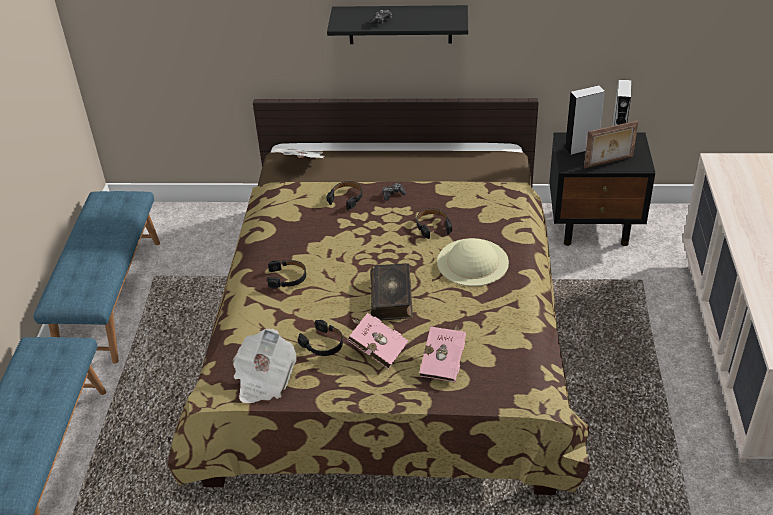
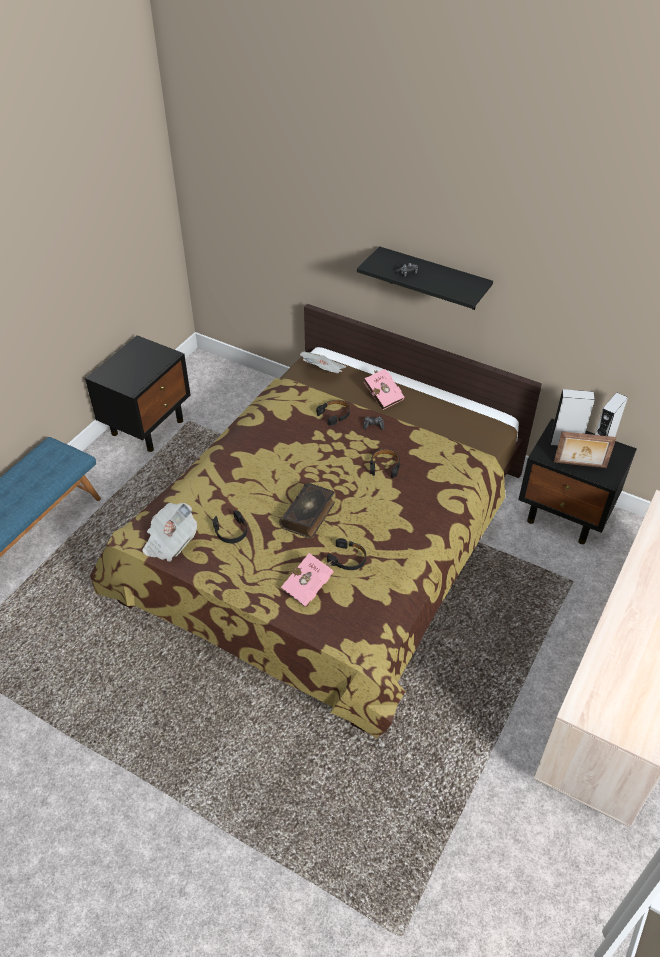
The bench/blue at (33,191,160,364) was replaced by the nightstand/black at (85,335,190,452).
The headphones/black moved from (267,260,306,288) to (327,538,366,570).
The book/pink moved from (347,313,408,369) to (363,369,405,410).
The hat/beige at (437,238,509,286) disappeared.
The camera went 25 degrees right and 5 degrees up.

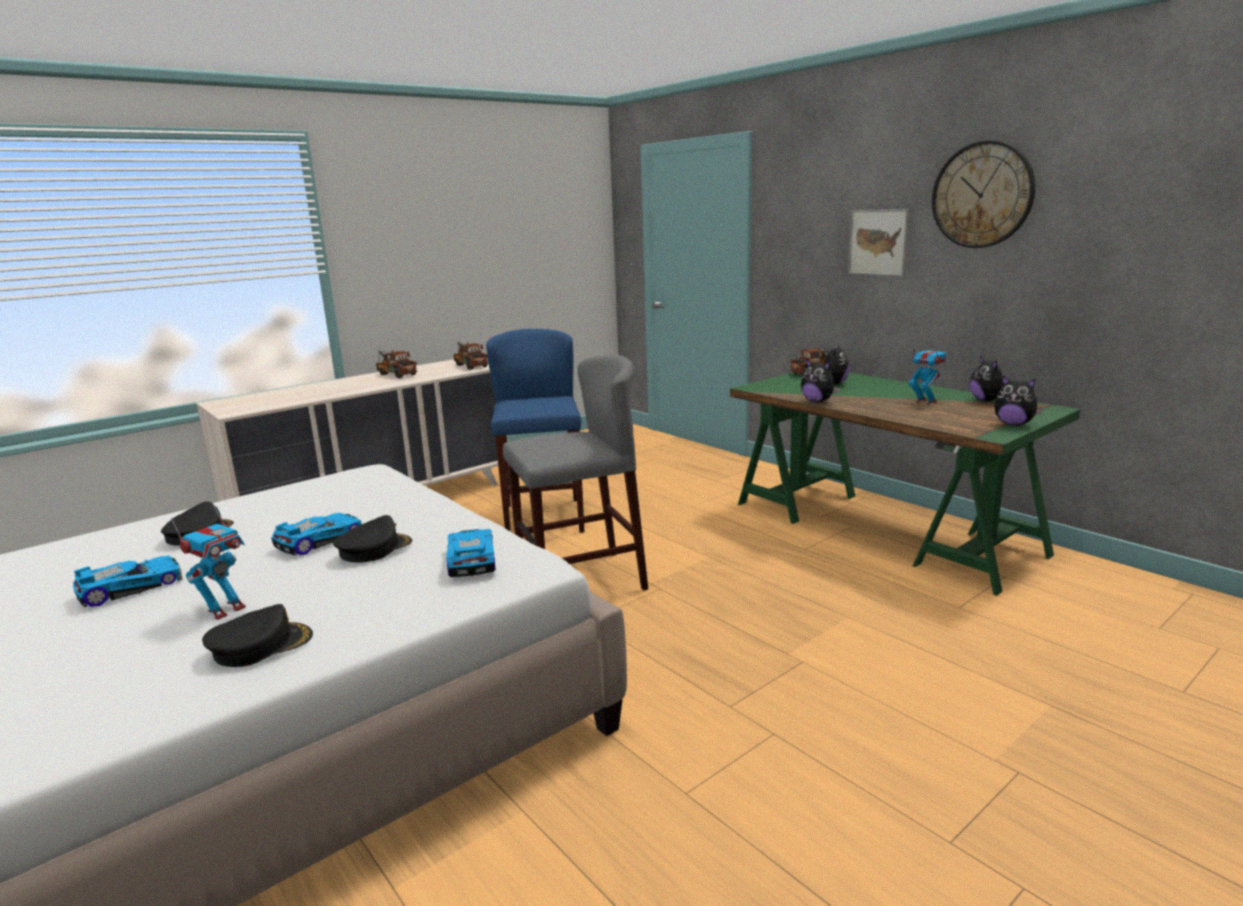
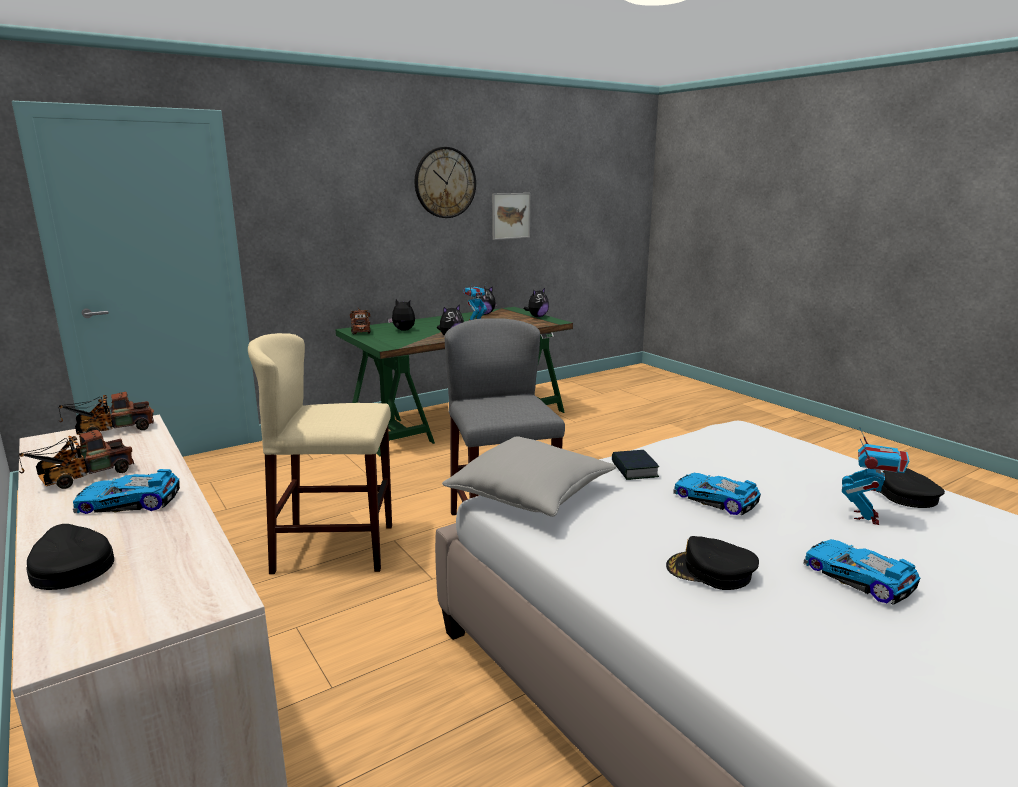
The toy robot at (171,504,246,620) turned 75 degrees clockwise.
The cap/black moved from (333,515,412,562) to (26,524,114,590).
The toy car moved from (446,529,496,577) to (73,469,180,514).
The stool/blue at (486,329,584,533) became the stool/beige at (248,333,392,574).
The picture moved from (848,209,909,276) to (492,193,530,240).
The pillow/grey at (442,436,616,517) appeared.
The book at (612,450,659,480) appeared.
The camera went 85 degrees left and 0 degrees up.

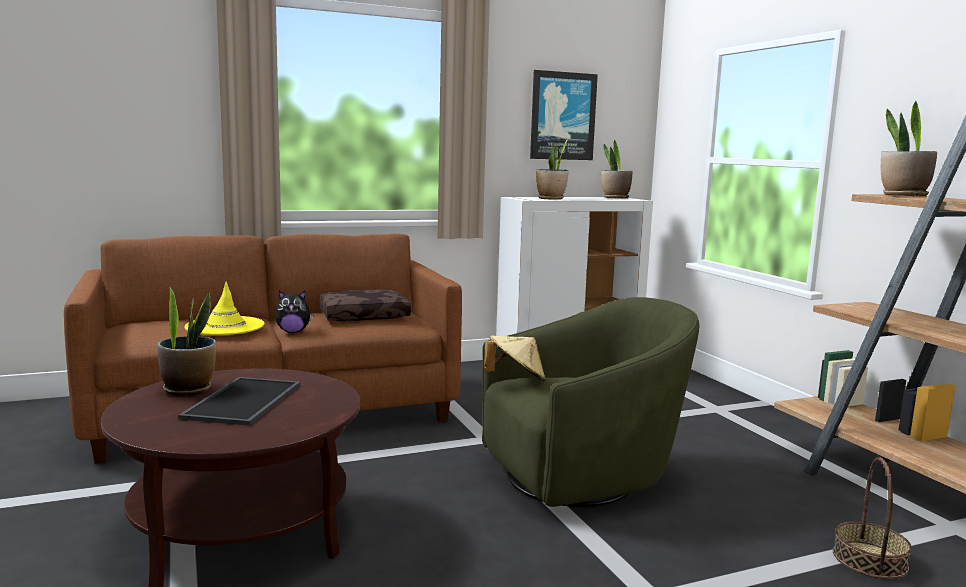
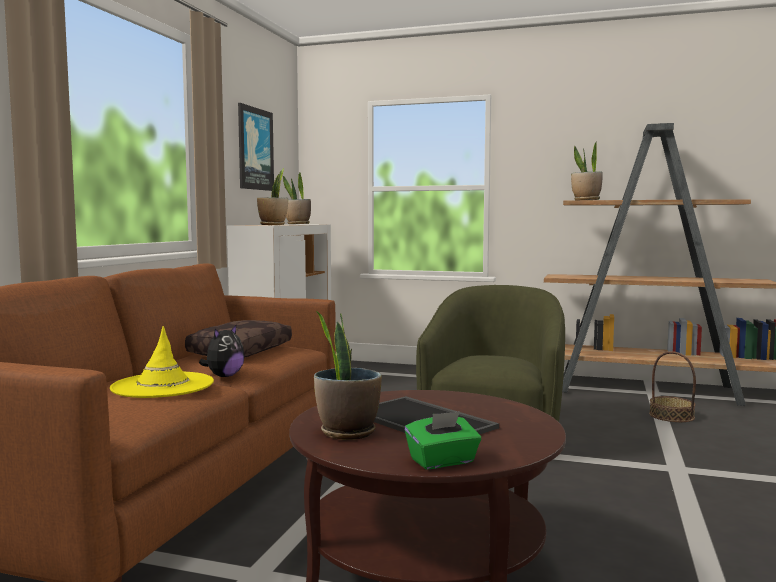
The hat/beige at (484,336,546,382) disappeared.
The tissue box/green at (405,411,481,469) appeared.
The camera went 50 degrees left and 5 degrees down.

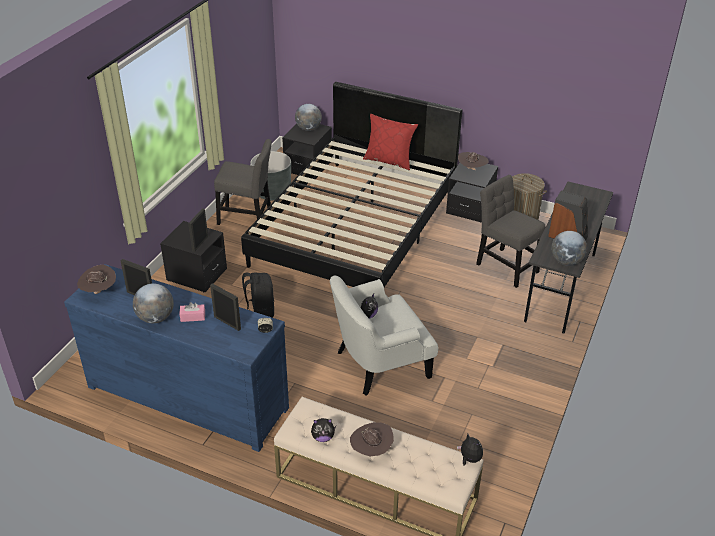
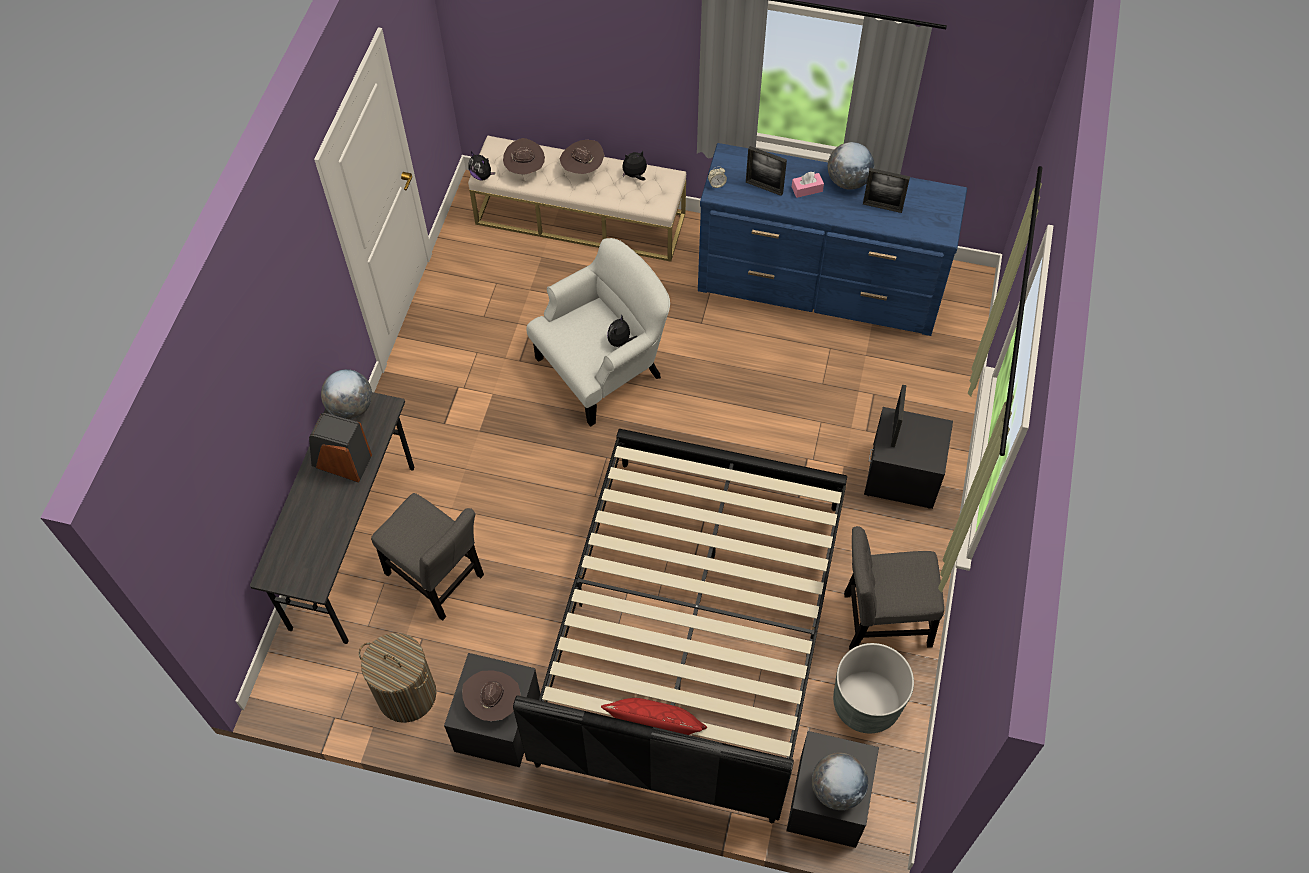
The hat/brown moved from (77,265,116,294) to (503,138,545,175).
The backpack/black at (242,272,274,318) disappeared.
The camera went 170 degrees right and 20 degrees up.

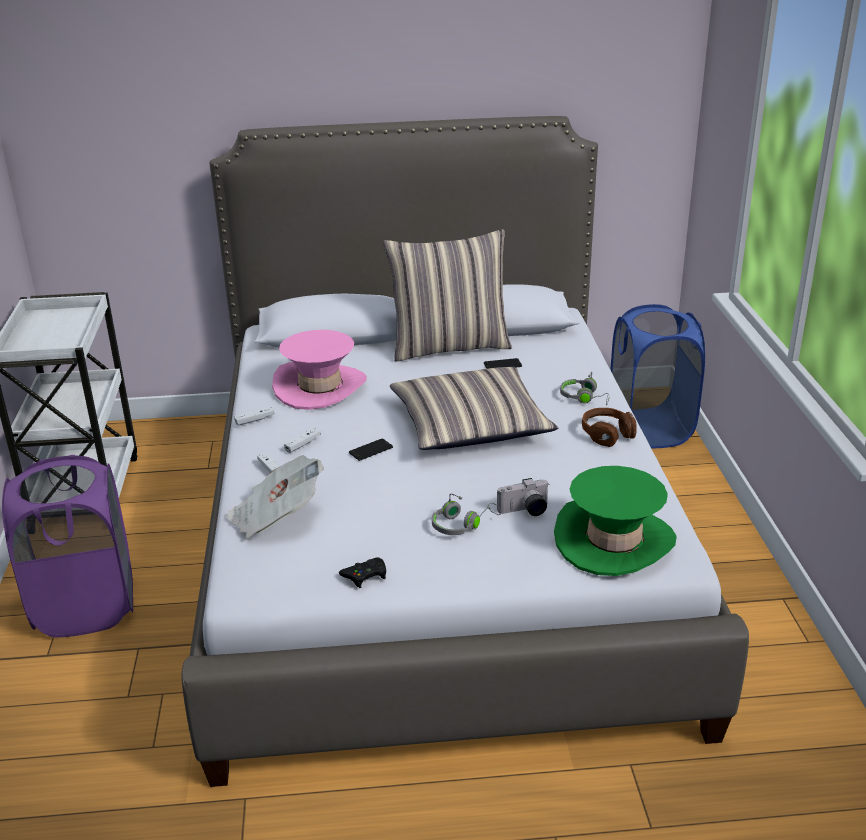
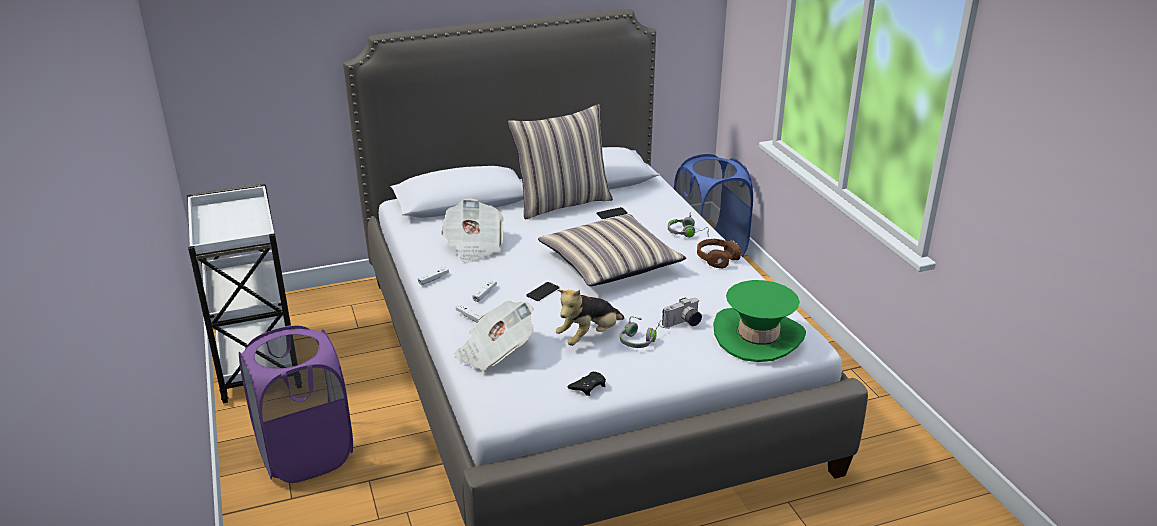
The hat/pink at (272,330,367,410) was replaced by the newspaper at (441,198,504,263).
The plush toy at (556,289,624,346) appeared.
The camera went 15 degrees left and 0 degrees up.

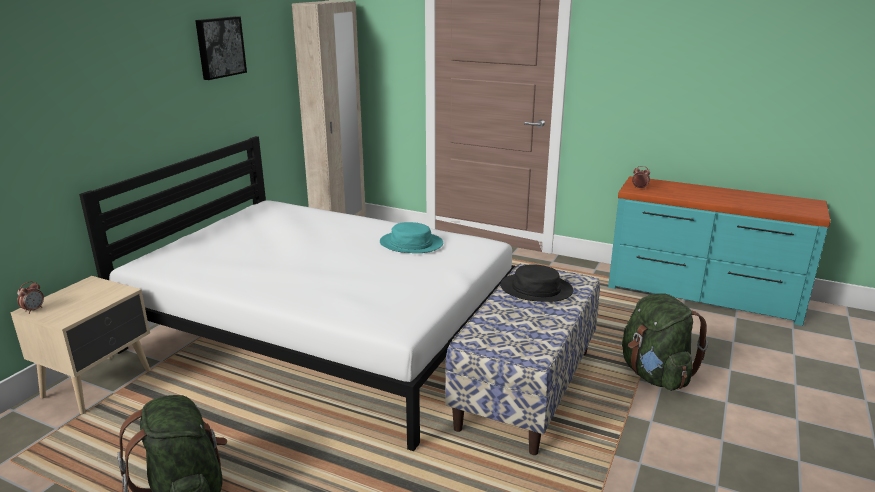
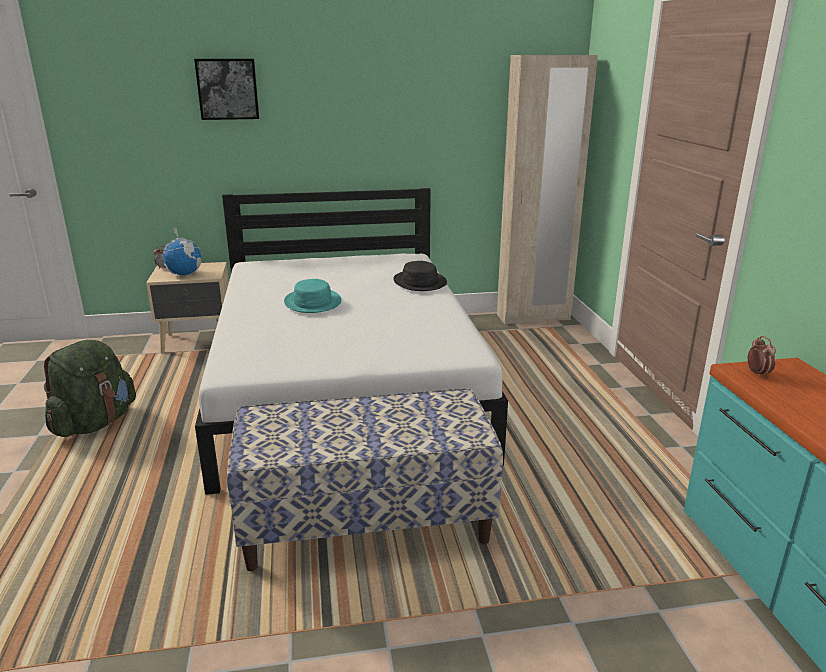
The picture moved from (195,16,247,80) to (194,59,259,120).
The hat/turquoise moved from (380,222,443,253) to (284,279,341,313).
The hat/black moved from (500,264,574,302) to (393,261,447,291).
The backpack/green at (622,293,708,391) disappeared.
The globe at (160,227,202,275) appeared.
The camera went 55 degrees right and 0 degrees up.

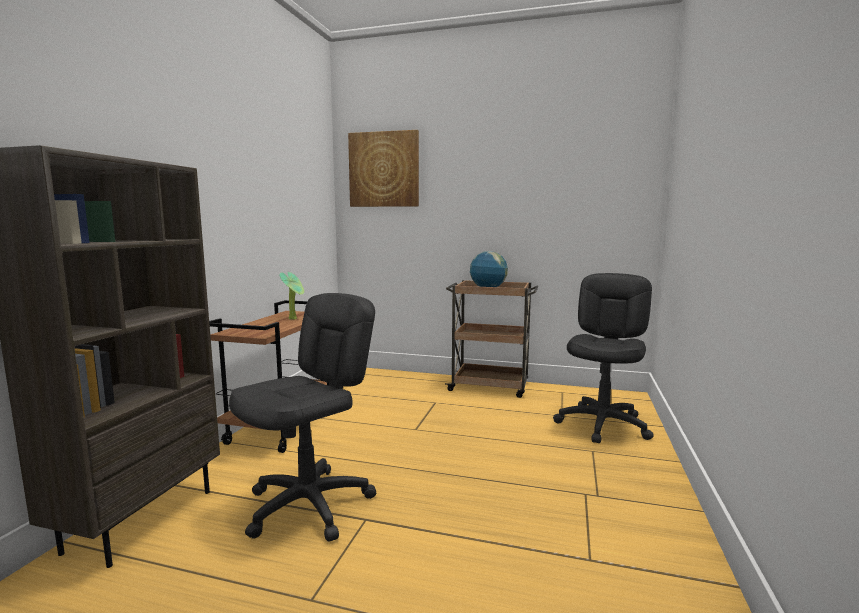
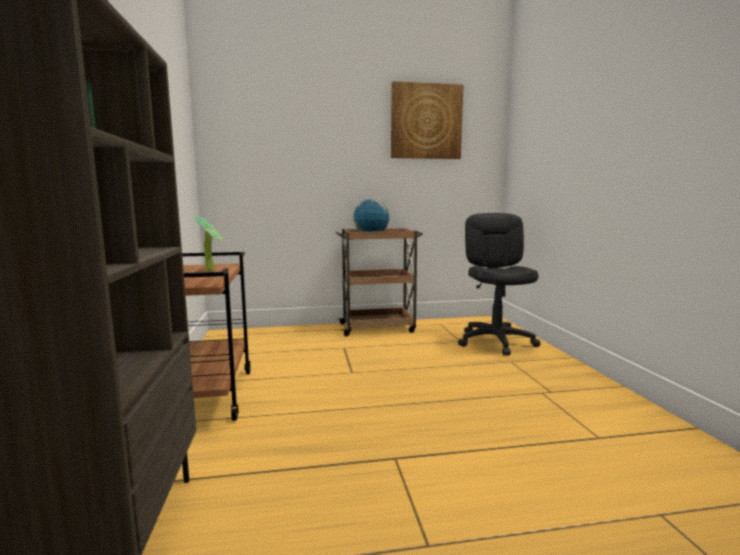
The office chair/black at (229,293,376,542) disappeared.
The picture moved from (348,130,419,207) to (391,81,463,159).
The camera went 25 degrees left and 0 degrees up.

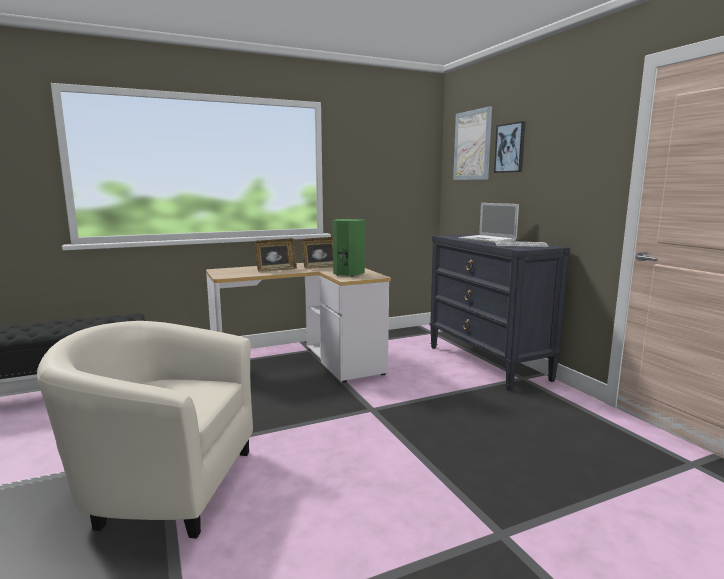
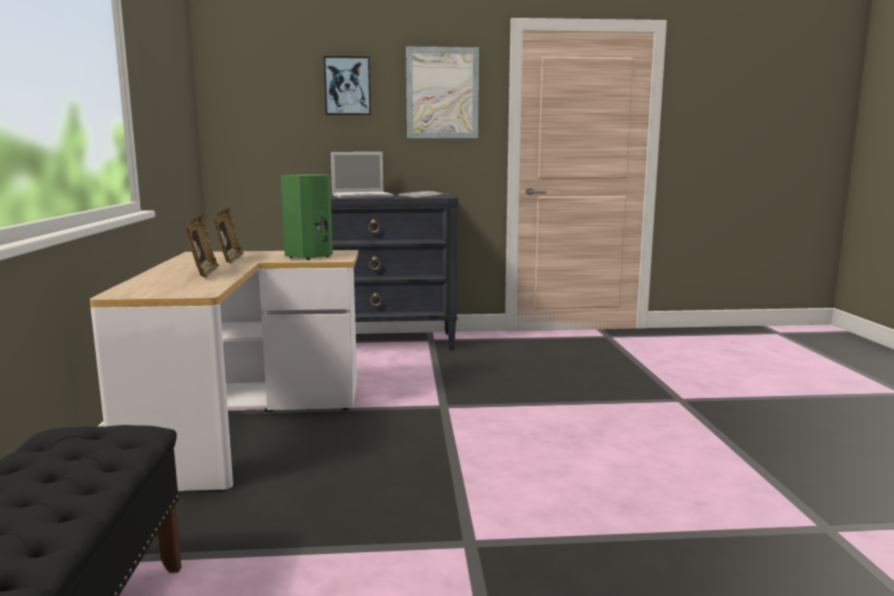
The armchair/beige at (37,321,253,539) disappeared.
The picture moved from (453,106,492,180) to (406,47,479,138).
The camera went 70 degrees left and 0 degrees up.

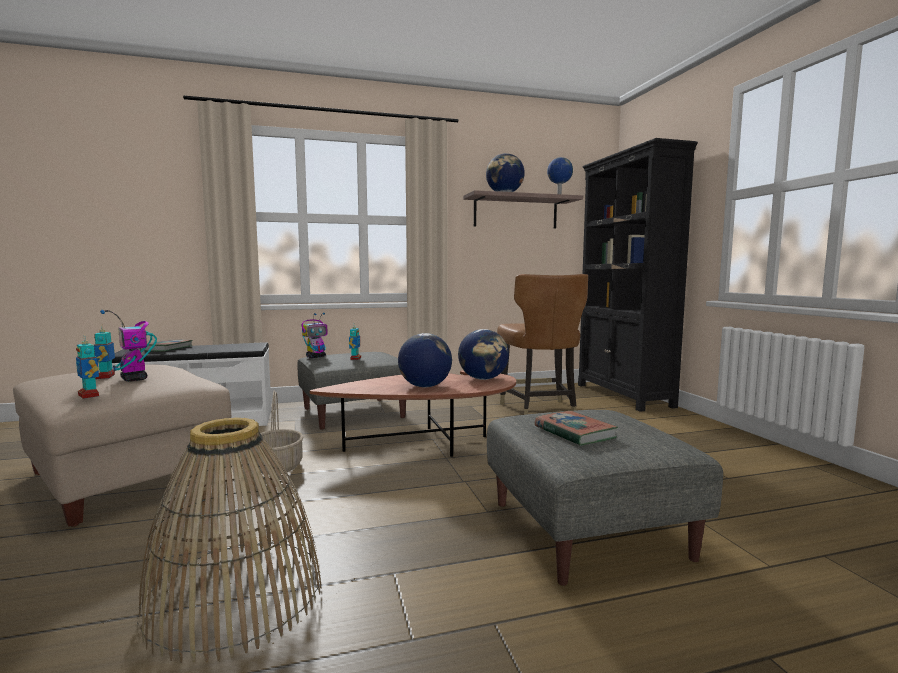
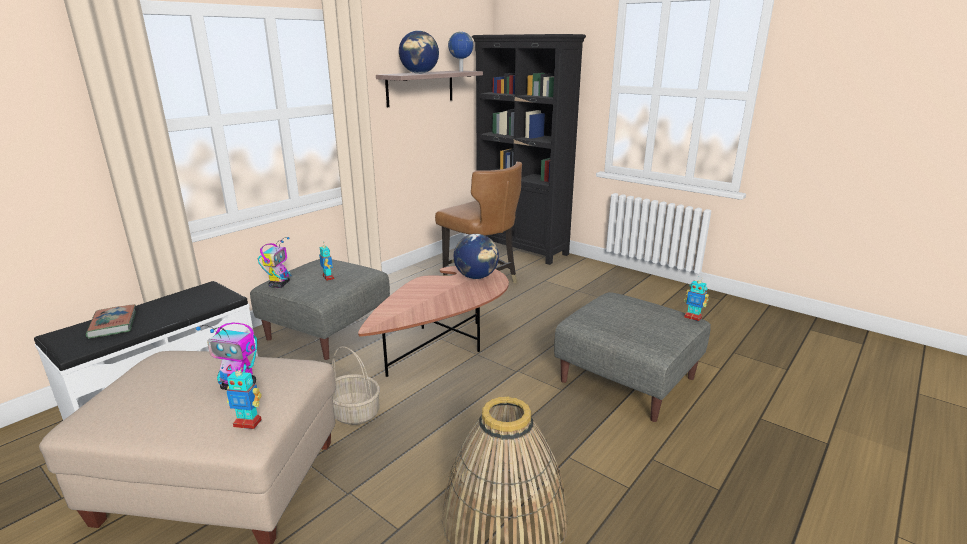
The toy robot moved from (94,324,115,379) to (684,276,709,321).
The globe at (398,333,452,388) disappeared.
The book at (535,411,618,446) disappeared.
The camera went 35 degrees left and 15 degrees up.

